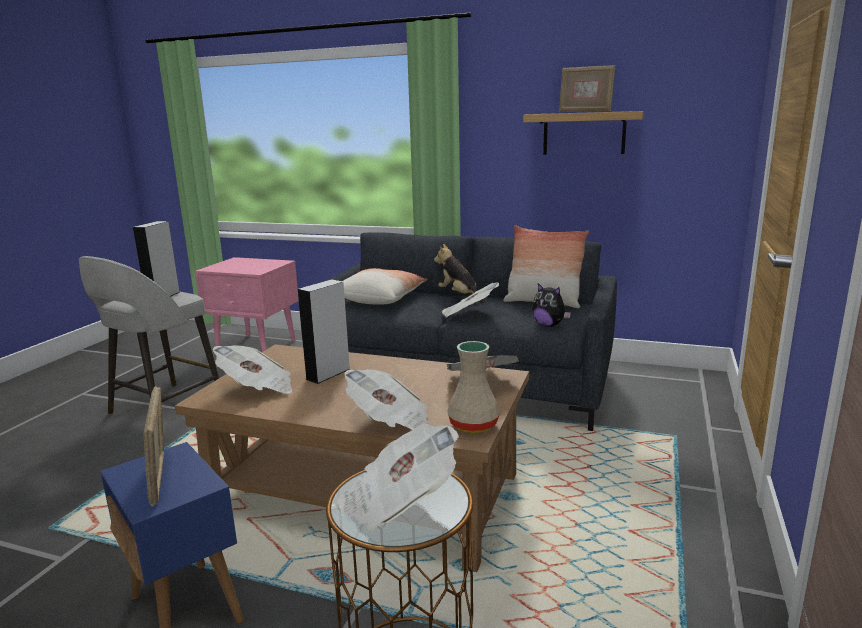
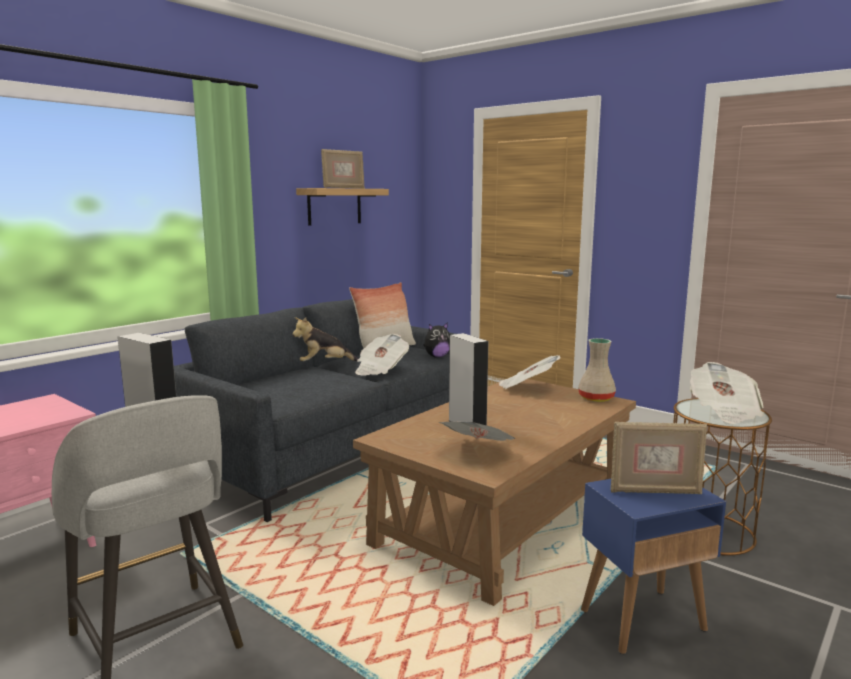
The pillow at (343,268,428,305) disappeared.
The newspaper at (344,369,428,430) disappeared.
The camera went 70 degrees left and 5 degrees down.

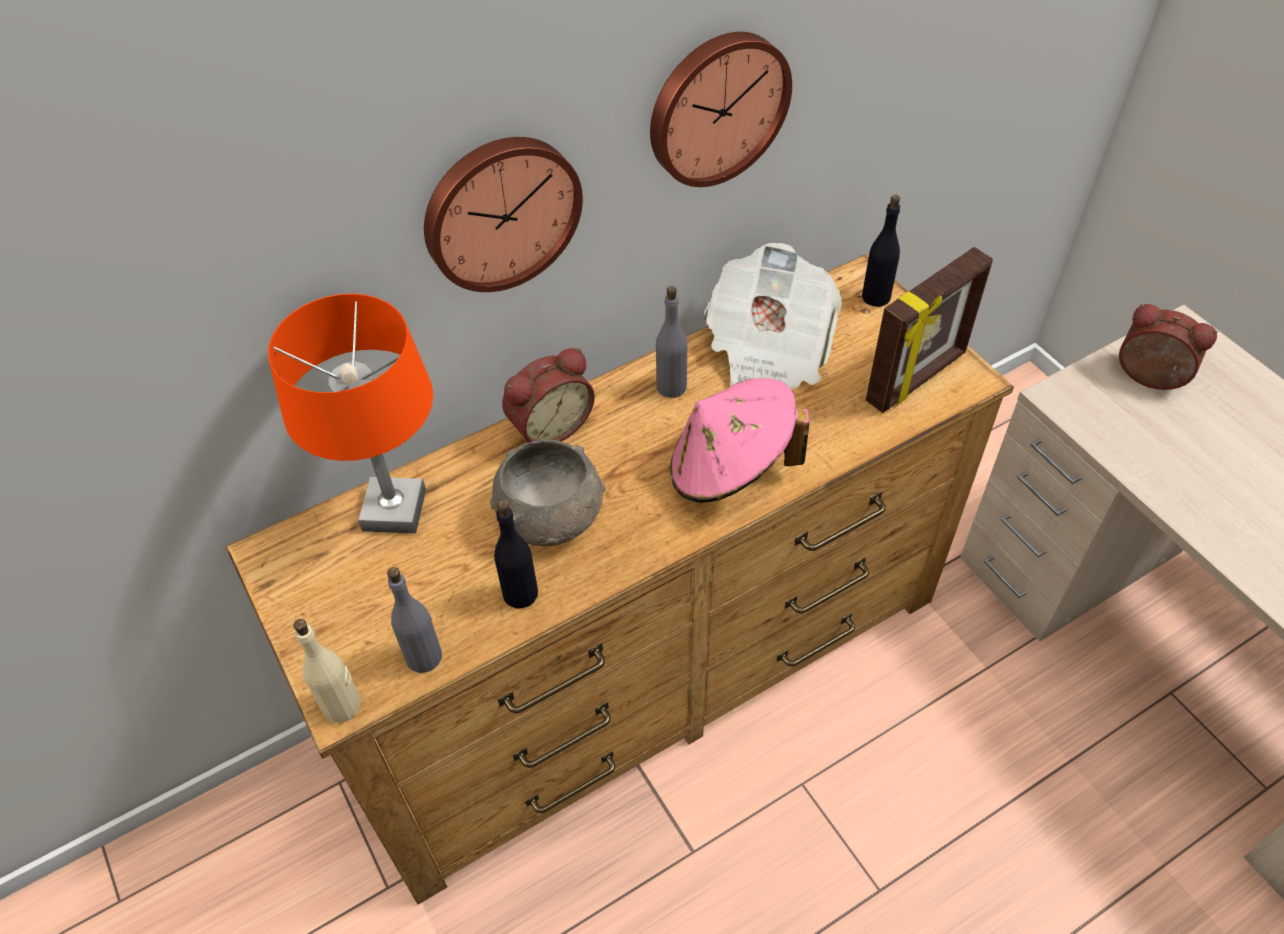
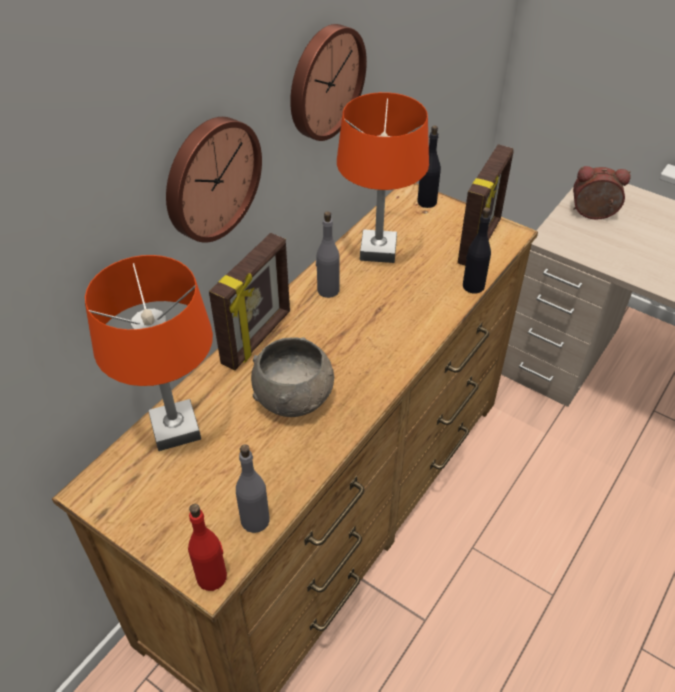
The bottle/beige at (293,619,361,722) became the bottle/red at (188,504,227,591).
The bottle/black moved from (494,500,538,609) to (463,207,491,293).
The alarm clock at (502,348,595,443) was replaced by the picture frame at (209,233,290,370).
The hat/pink at (670,378,809,502) disappeared.
The newspaper at (704,243,842,389) was replaced by the table lamp/orange at (337,92,429,263).
The camera went 25 degrees left and 5 degrees down.

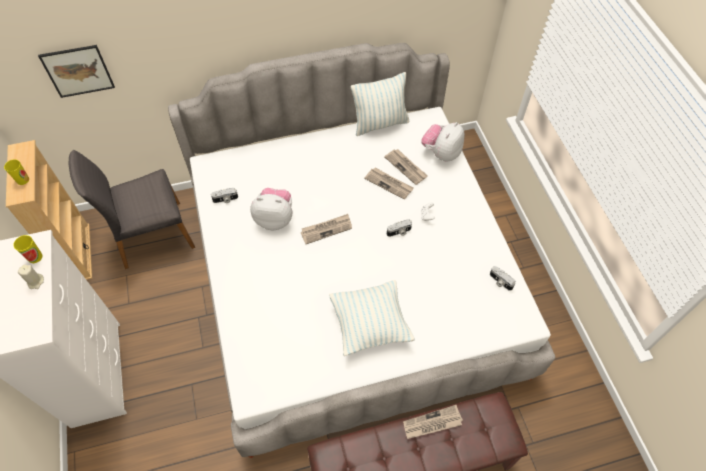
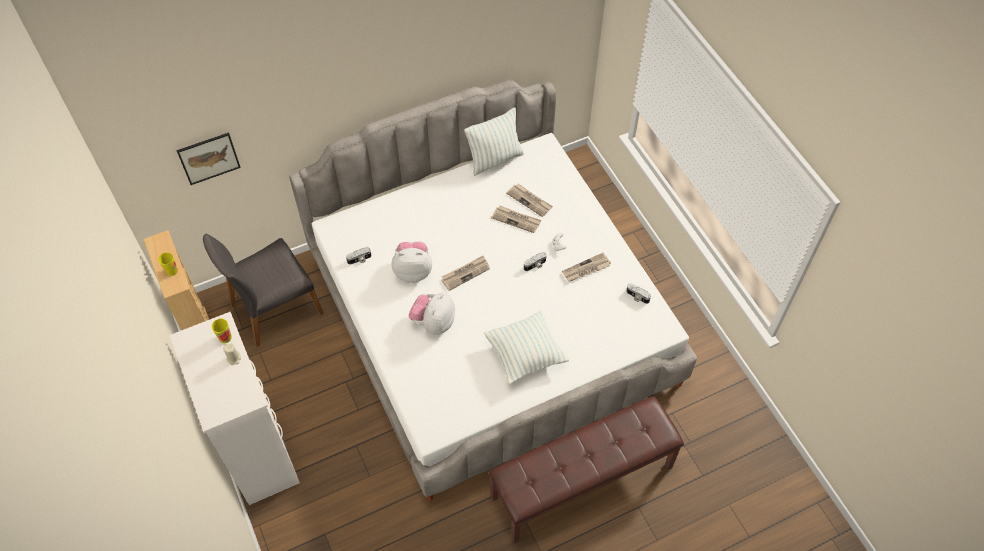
The newspaper moved from (403,405,463,439) to (562,252,611,282).
The plush toy moved from (421,122,465,161) to (409,293,455,334).
The camera went 10 degrees left and 0 degrees up.

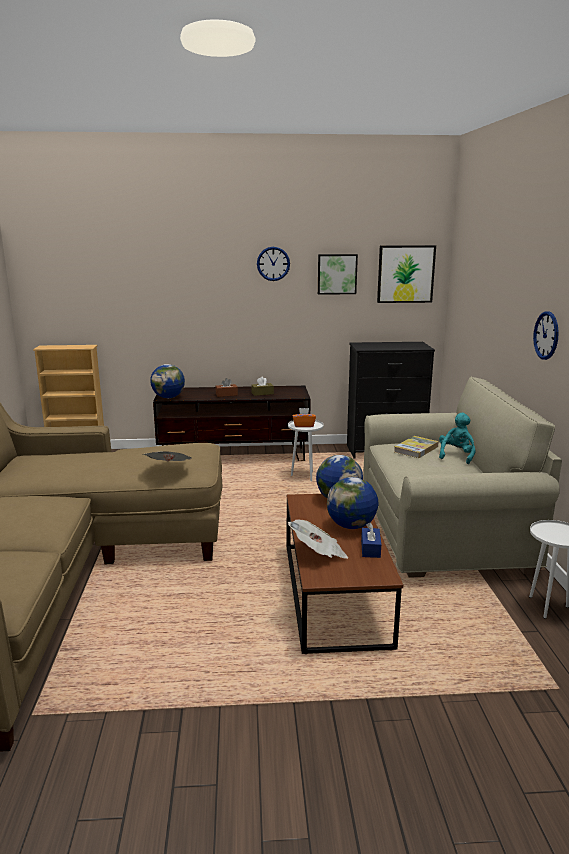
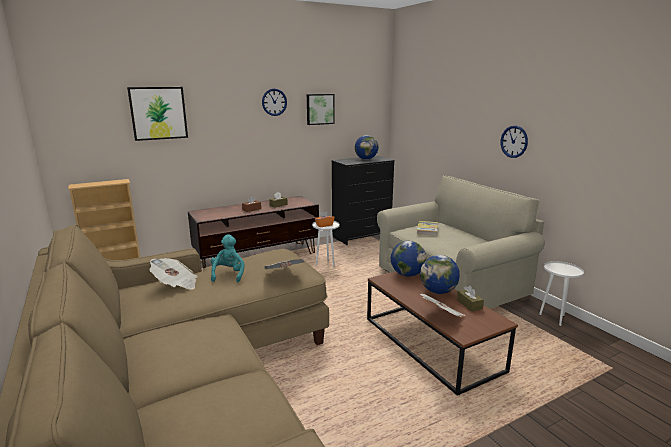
The globe moved from (150,364,185,398) to (355,135,378,160).
The tissue box/blue at (361,523,381,558) became the tissue box/brown at (457,286,484,312).
The picture moved from (377,245,436,303) to (127,87,188,141).
The plush toy/turquoise moved from (439,413,476,464) to (211,234,245,283).
The newspaper at (149,258,197,290) appeared.
The camera went 25 degrees left and 0 degrees up.

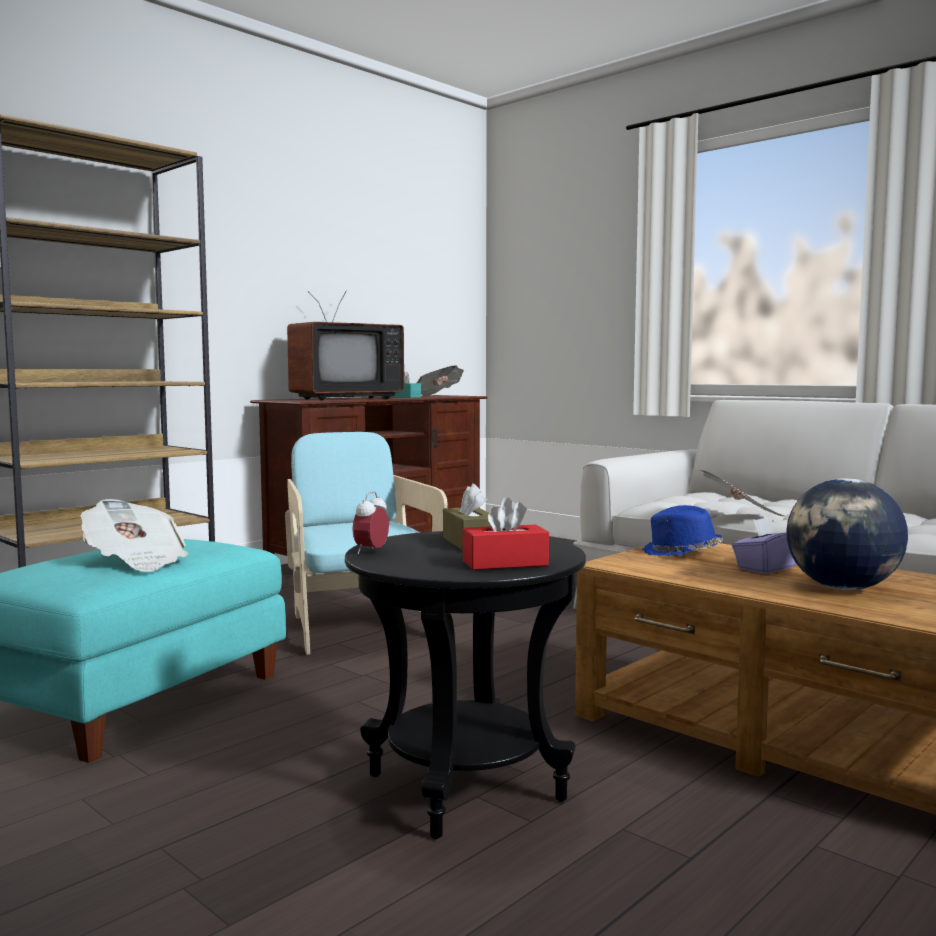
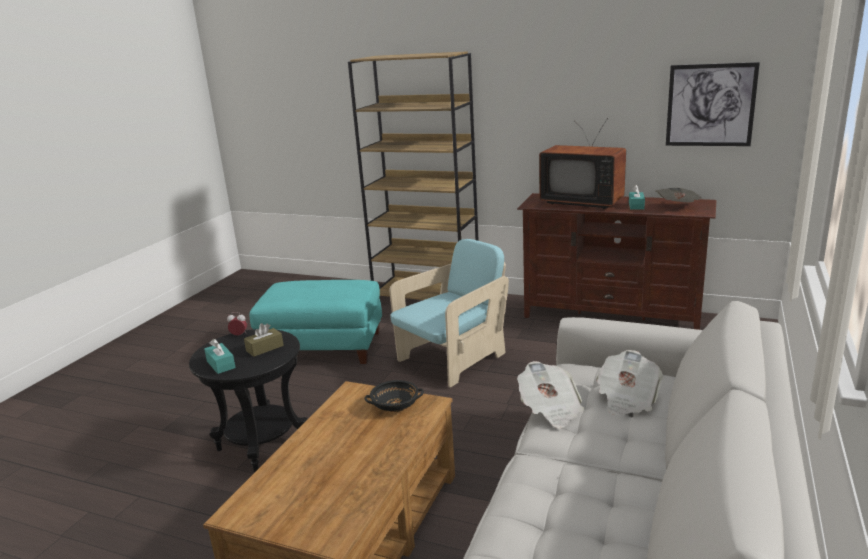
The newspaper moved from (80,499,188,572) to (596,350,663,415).
The tissue box/red at (462,497,549,570) became the tissue box/turquoise at (204,339,236,374).
The hat/blue at (642,505,723,556) was replaced by the bowl/black at (365,380,424,412).
The tissue box/purple at (732,517,796,574) disappeared.
The globe at (786,478,908,590) disappeared.
The picture at (666,62,760,146) appeared.
The camera went 70 degrees right and 15 degrees up.

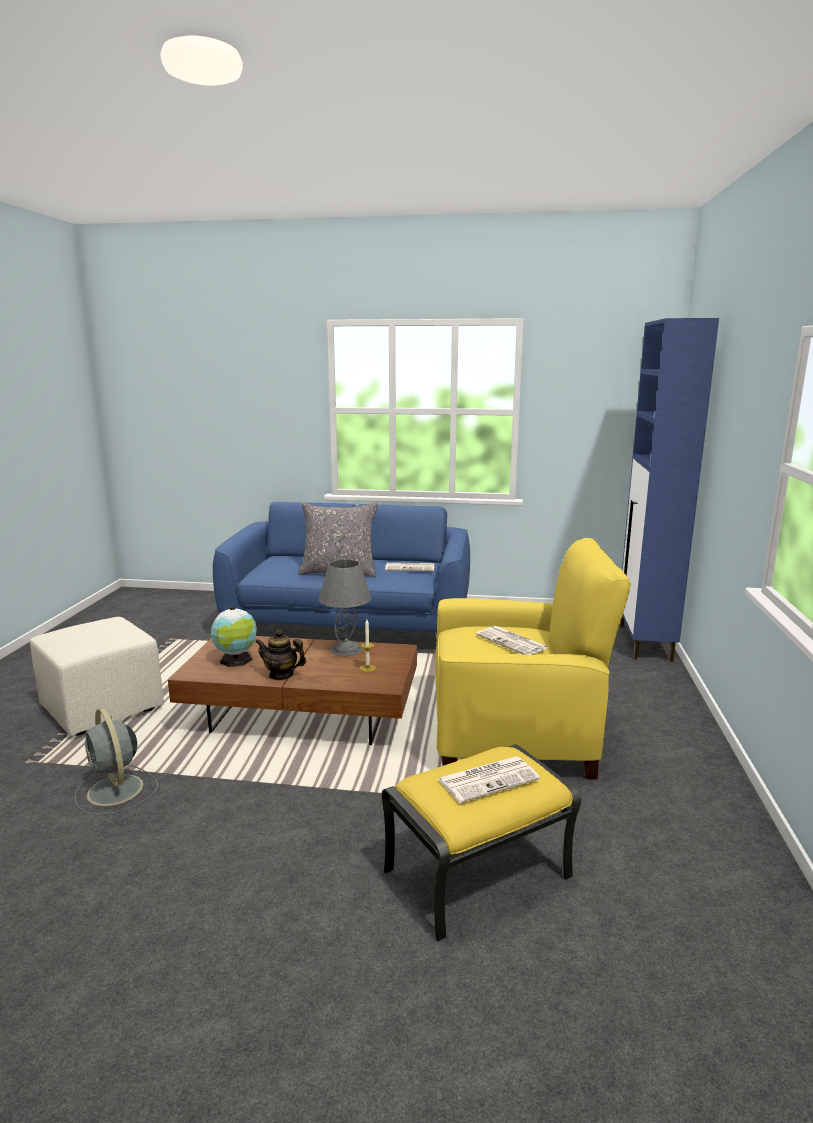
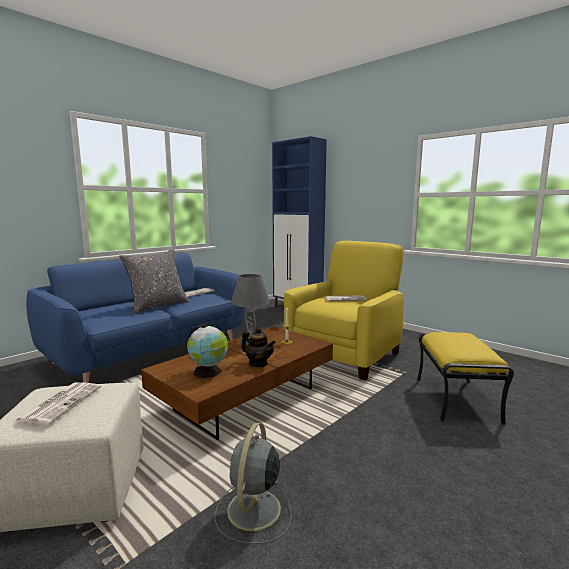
The fan/grey at (74,708,158,816) turned 105 degrees clockwise.
The teapot at (255,630,306,680) turned 105 degrees counterclockwise.
The newspaper moved from (438,756,540,803) to (14,382,101,425).
The camera went 55 degrees left and 5 degrees down.

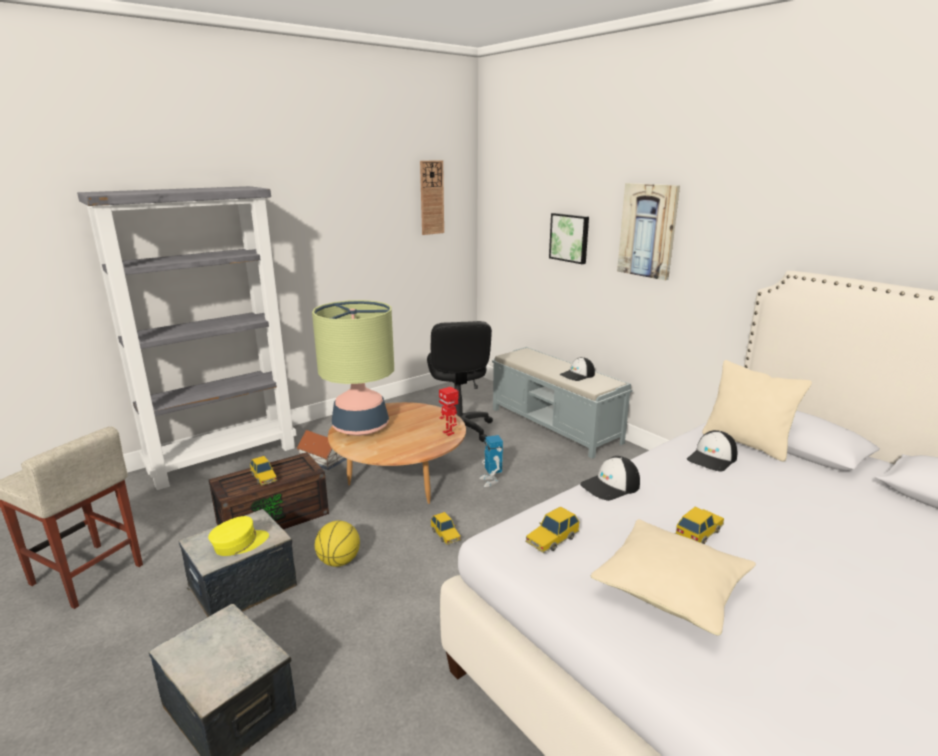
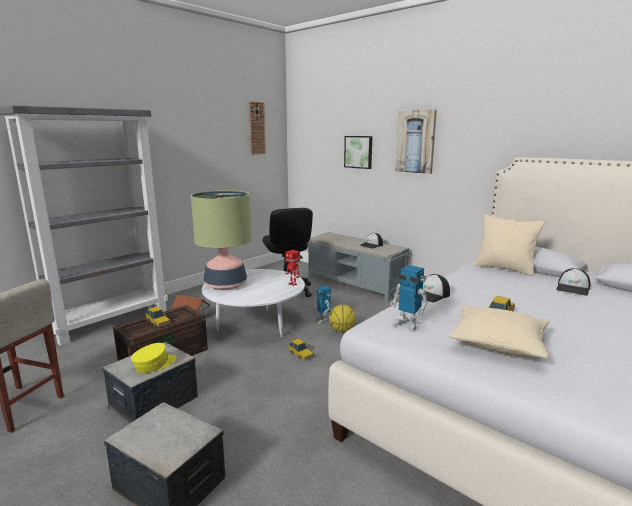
The basketball moved from (315,521,360,567) to (329,305,356,332).
The coffee table/brown at (328,402,466,504) became the coffee table/white at (202,269,305,337).
The toy car at (525,507,579,553) was replaced by the toy robot at (390,265,428,331).
The cap moved from (687,430,737,472) to (556,268,590,296).
The camera went 10 degrees left and 5 degrees down.

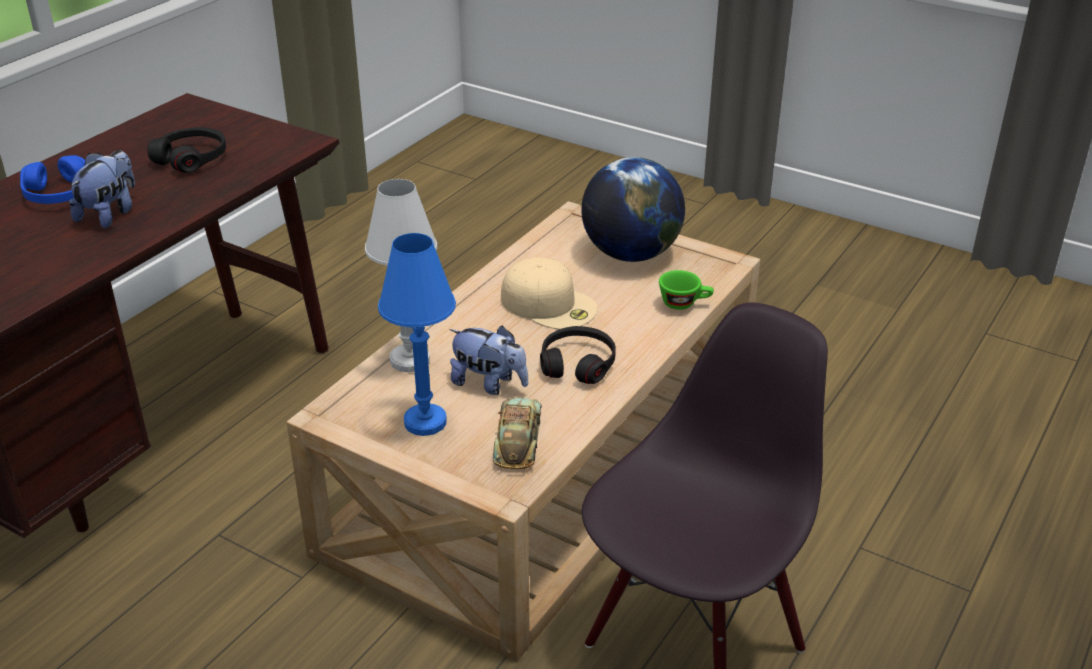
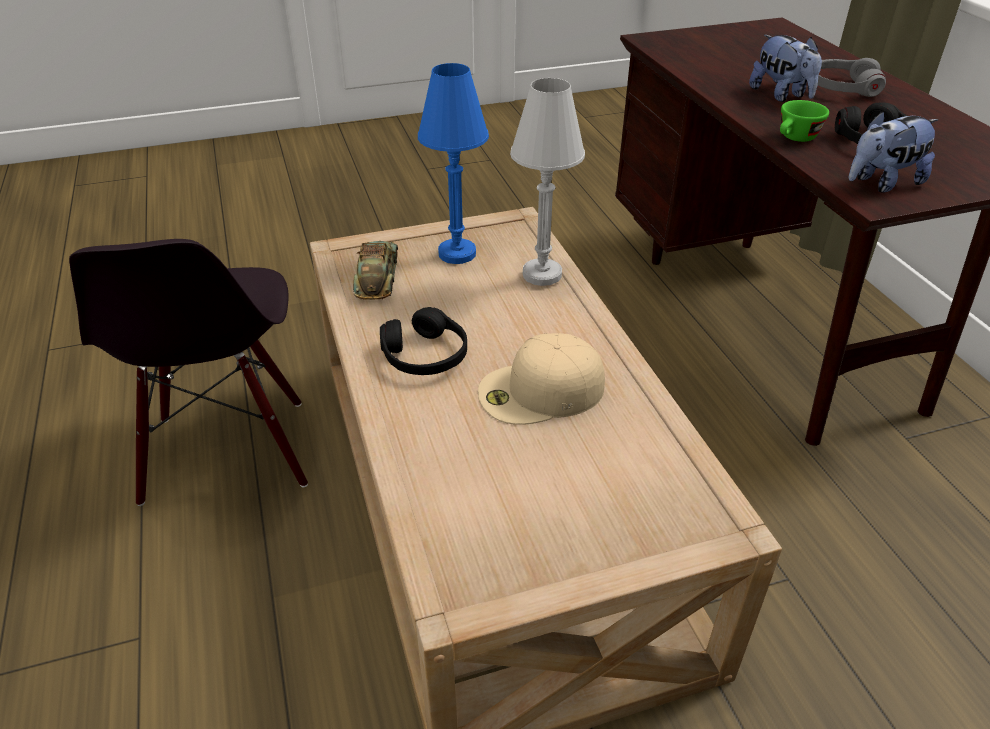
The headphones/blue at (20,155,85,204) became the headphones/grey at (818,58,886,97).
The plush toy moved from (449,325,528,395) to (849,111,938,193).
The toy car at (493,397,542,469) turned 135 degrees counterclockwise.
The globe at (581,157,685,262) disappeared.
The cup/green moved from (659,270,714,310) to (780,100,829,142).
The camera went 130 degrees right and 5 degrees up.

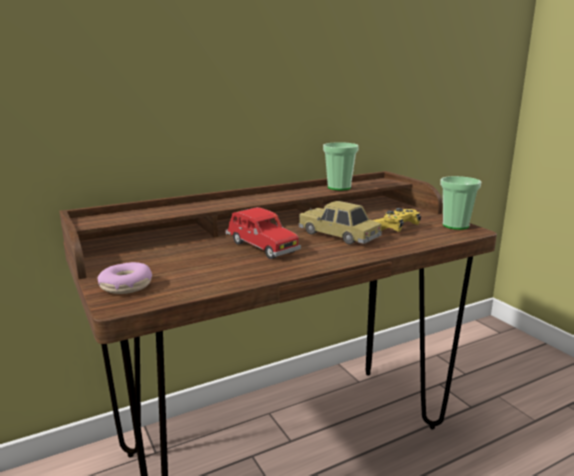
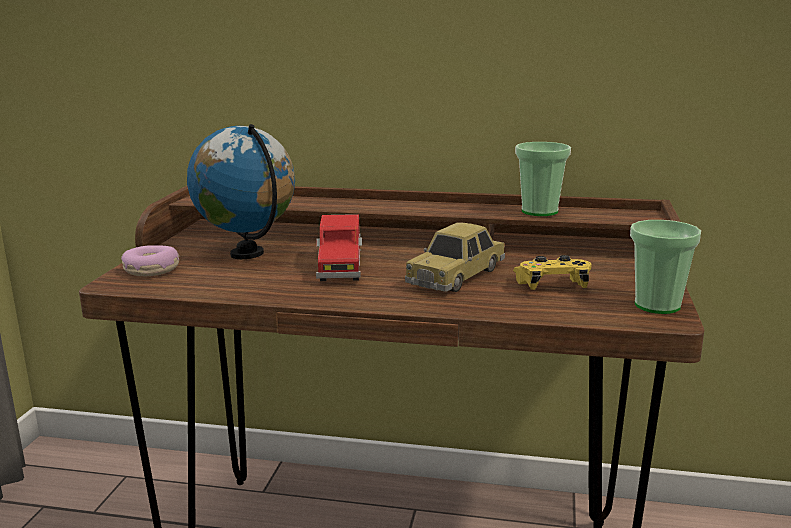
The toy car at (299,201,382,245) turned 135 degrees counterclockwise.
The globe at (187,124,295,259) appeared.
The camera went 40 degrees right and 0 degrees up.

